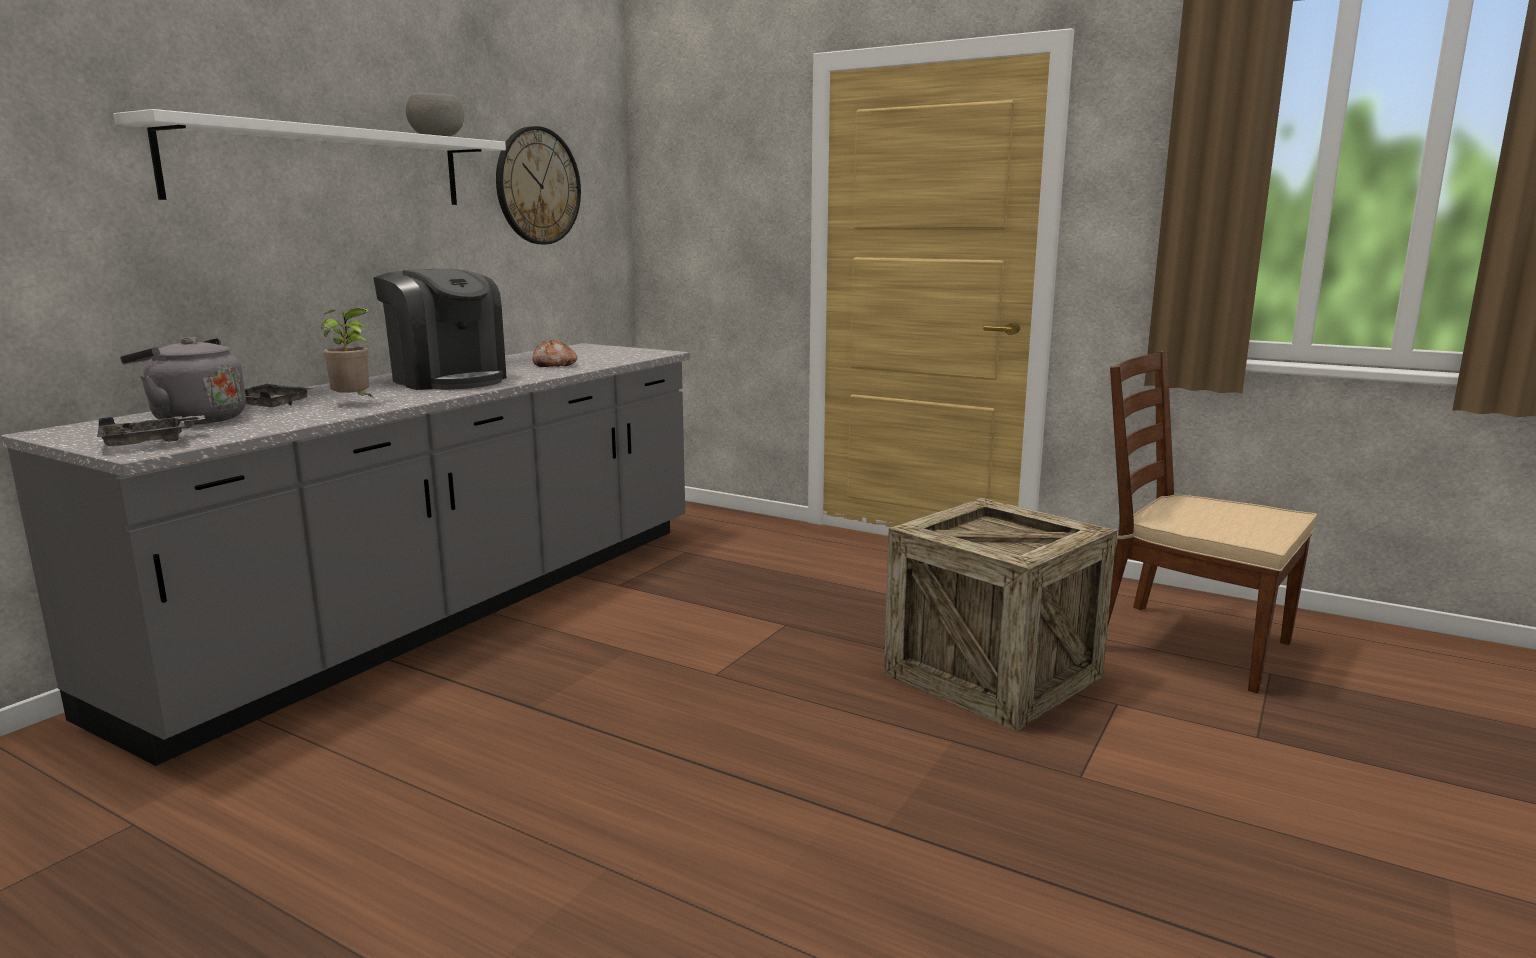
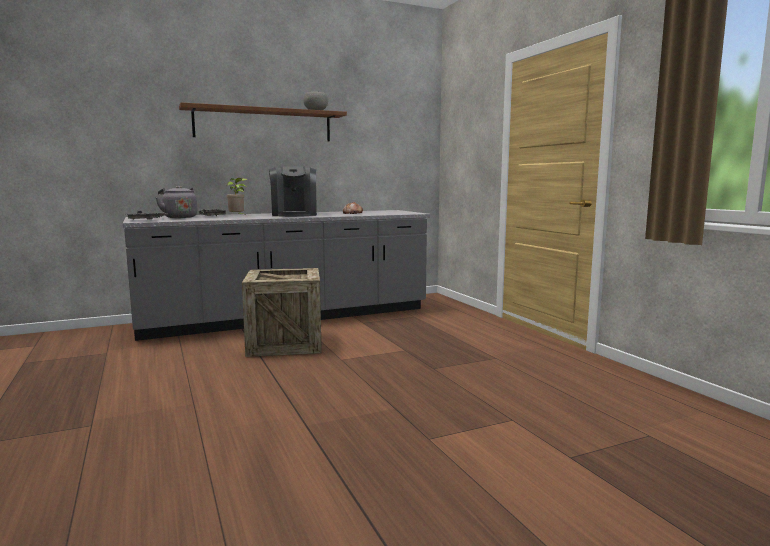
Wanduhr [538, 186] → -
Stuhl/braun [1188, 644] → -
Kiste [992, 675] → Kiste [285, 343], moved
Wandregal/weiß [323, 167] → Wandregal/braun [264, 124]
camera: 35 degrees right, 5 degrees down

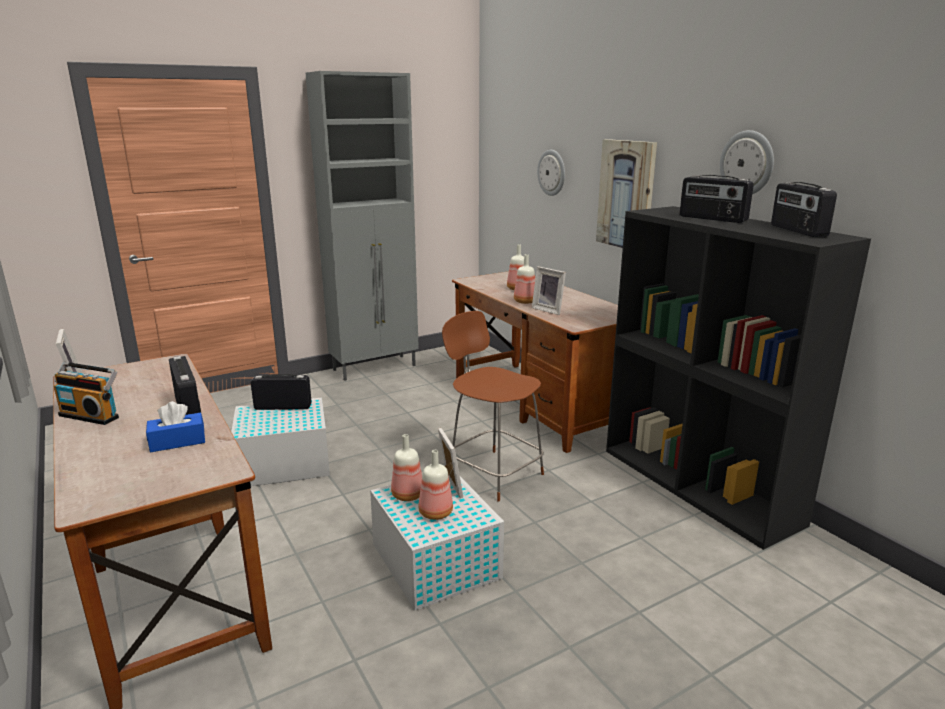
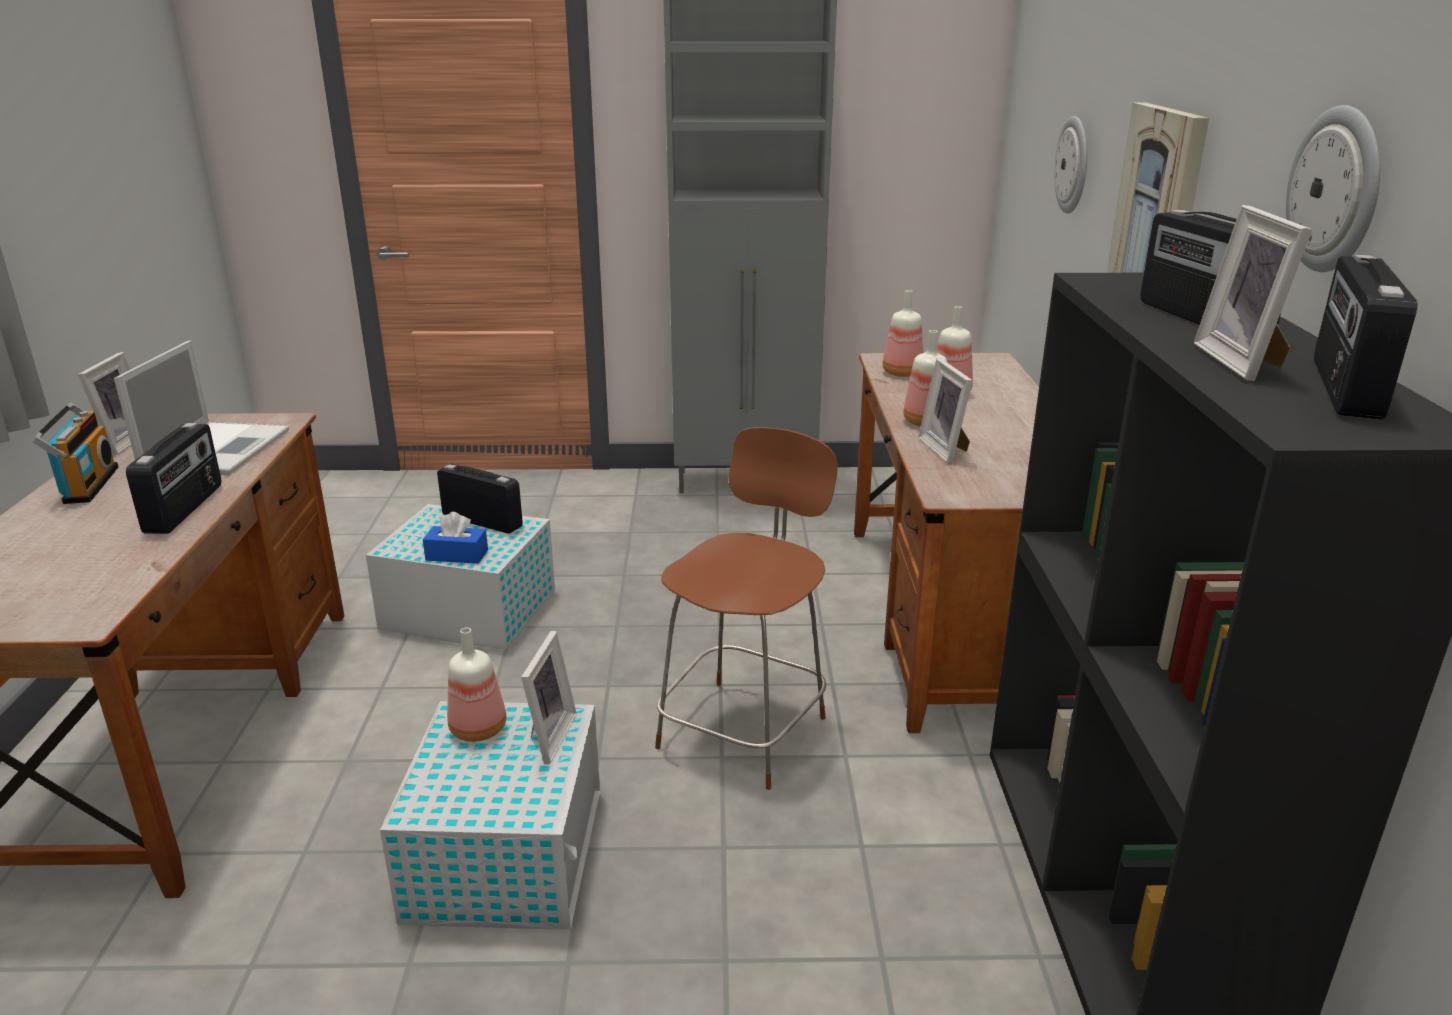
- → Laptop [217, 448]
- → Bilderrahmen [1244, 362]
Taschentuchbox/blau [177, 441] → Taschentuchbox/blau [457, 555], moved
Flasche [434, 513] → Flasche [900, 373], moved
Radio [91, 415] → Radio [86, 485], 150 degrees counterclockwise
Stuhl/braun [493, 473] → Stuhl/braun [745, 729], 45 degrees clockwise
camera: 30 degrees right, 5 degrees up

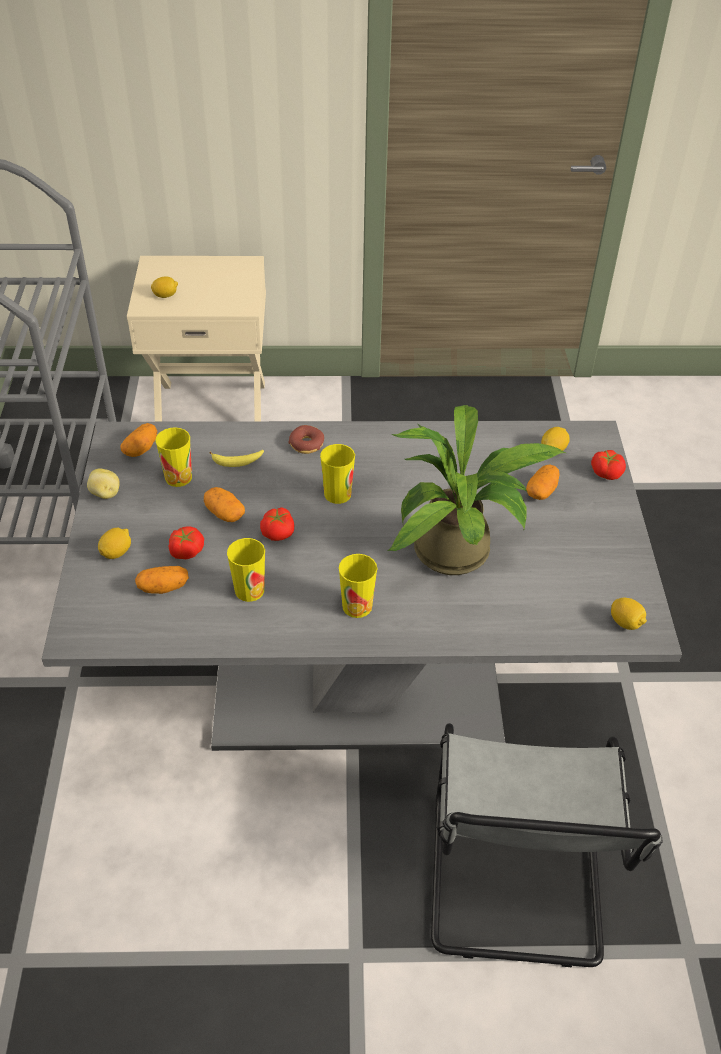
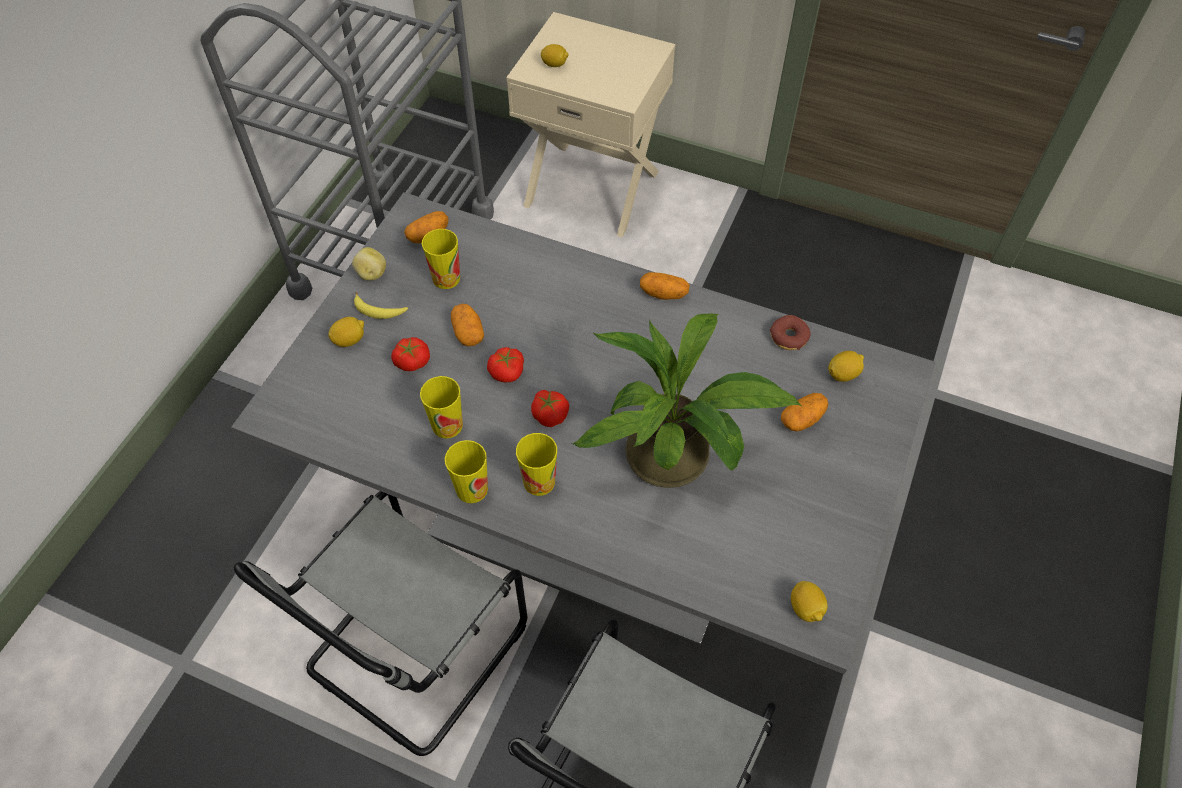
- → Stuhl/grau [411, 653]
Kartoffel [163, 587] → Kartoffel [663, 293], moved
Banane [237, 461] → Banane [379, 311], moved
Donut [306, 444] → Donut [789, 337], moved
Tasse [337, 494] → Tasse [472, 489], moved
Tomate [606, 472] → Tomate [550, 414], moved
camera: 25 degrees right, 10 degrees up

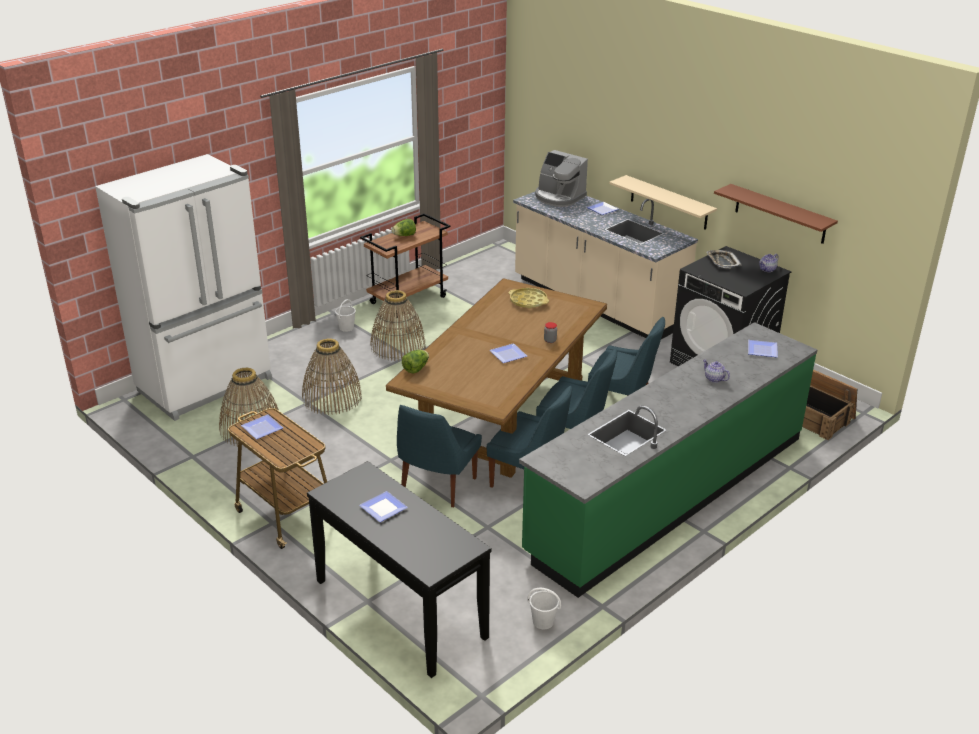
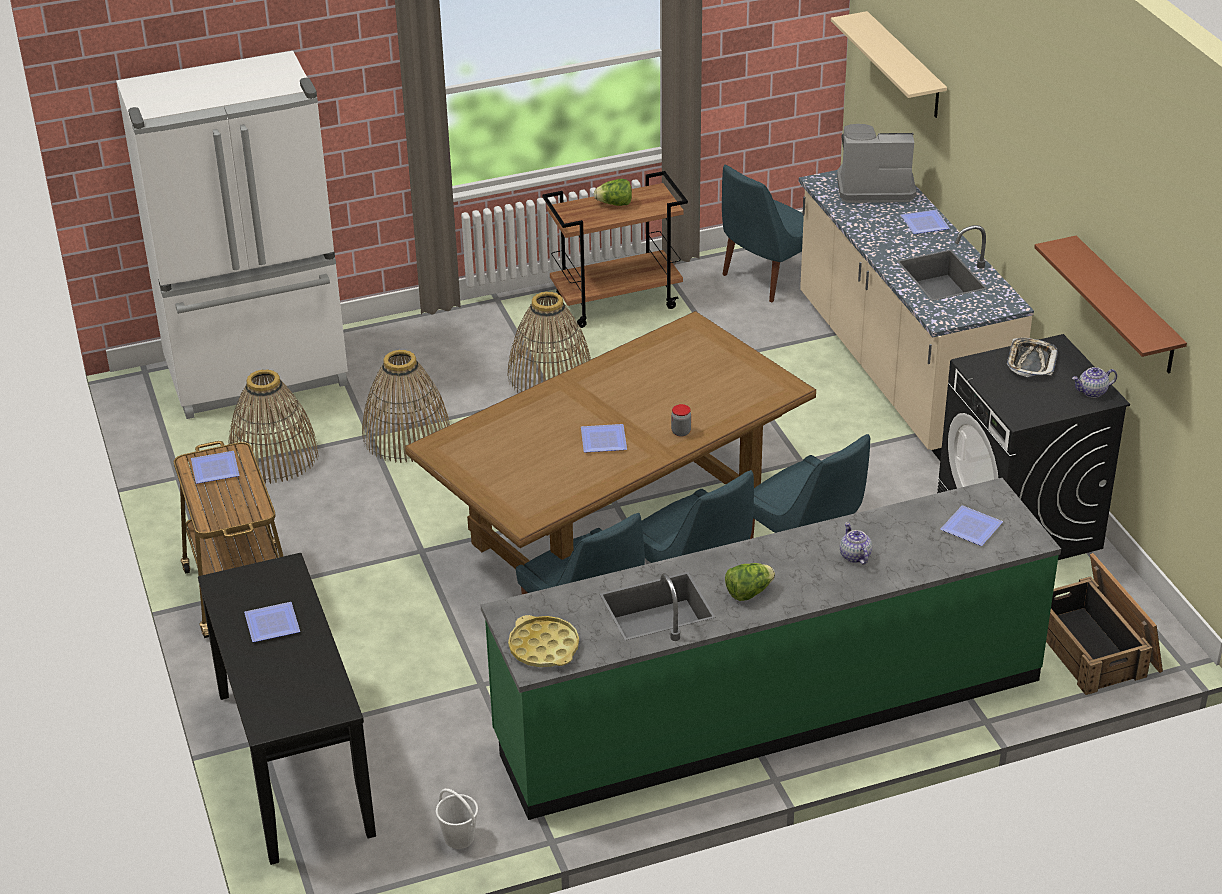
Eimer/weiß [346, 327] → -
Stuhl/blau [437, 487] → Stuhl/blau [766, 278], moved
Salatkopf [416, 369] → Salatkopf [748, 592], moved
Tablett/gelb [528, 301] → Tablett/gelb [544, 647], moved
Wandregal/beige [669, 203] → Wandregal/beige [904, 66], moved
Kaffeemaschine [559, 197] → Kaffeemaschine [874, 187], 120 degrees clockwise
camera: 25 degrees right, 5 degrees up

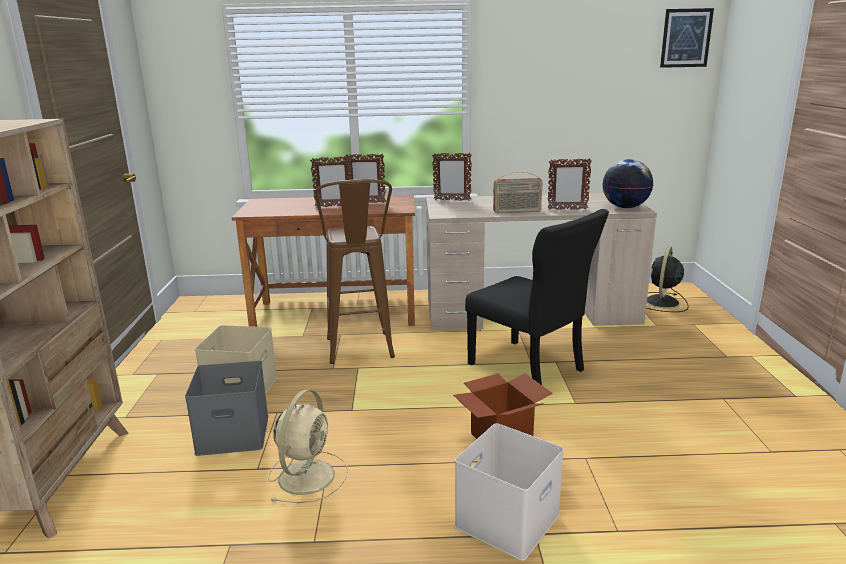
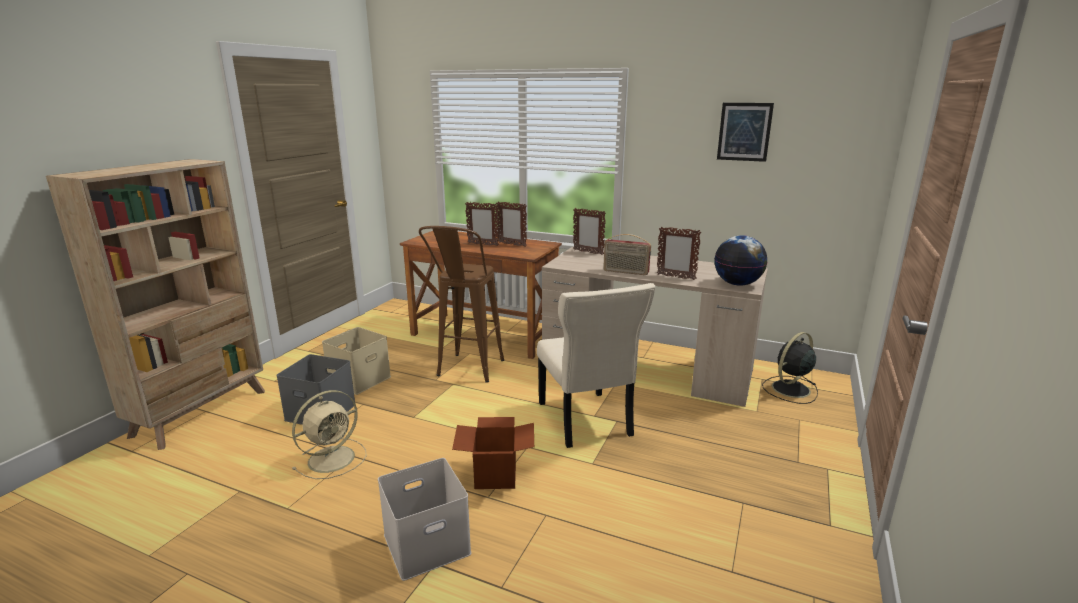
Bild [686, 38] → Bild [744, 132], moved
Stuhl/schwarz [529, 369] → Stuhl/beige [585, 421]
camera: 25 degrees right, 0 degrees up

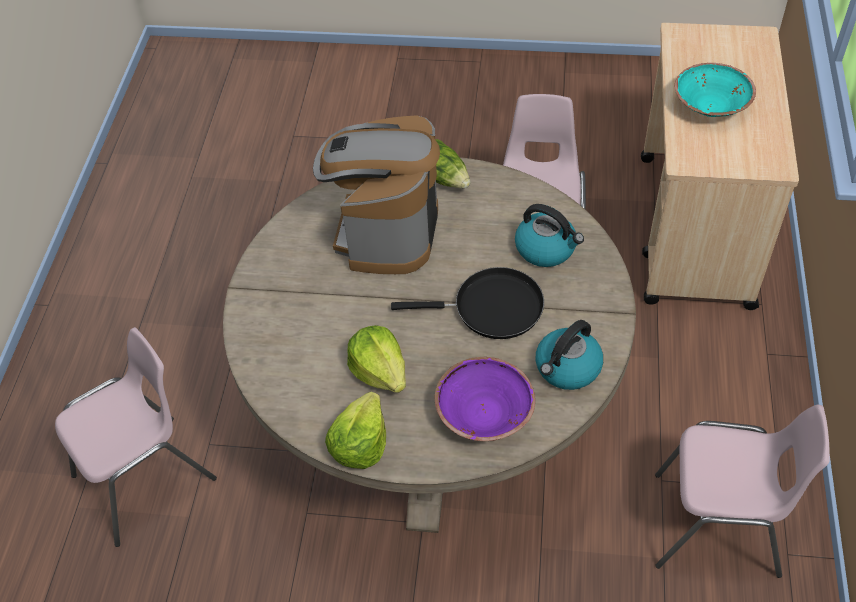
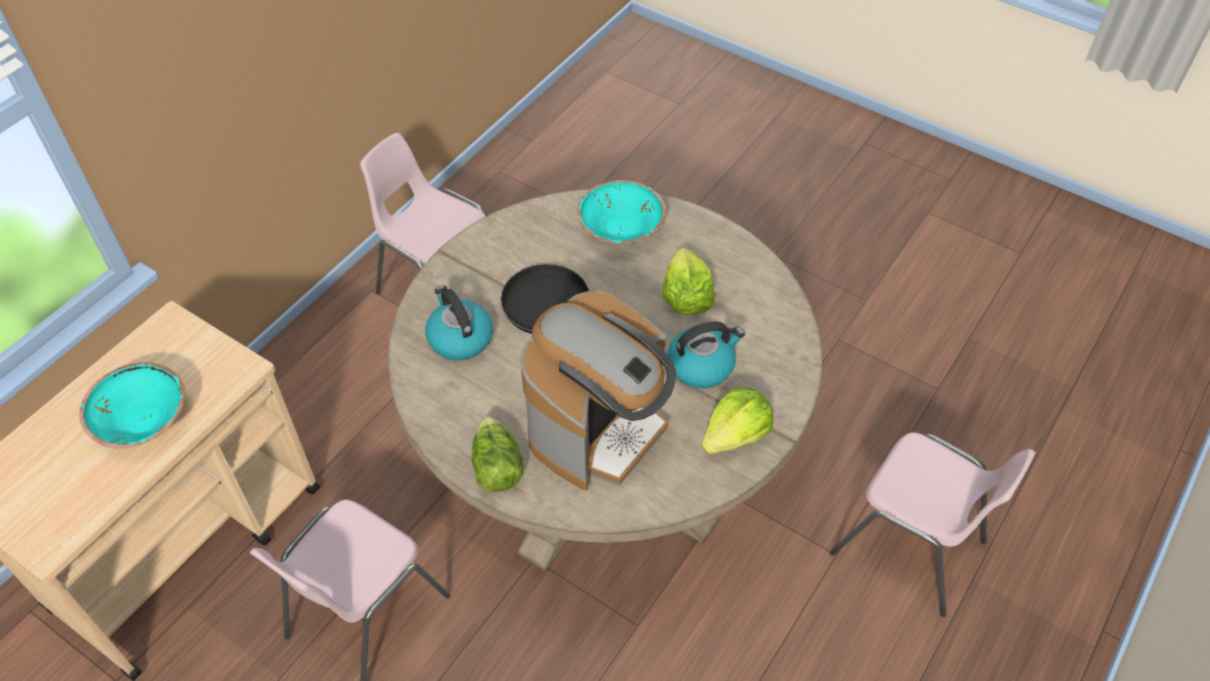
Salatkopf [360, 444] → Salatkopf [736, 435], moved
Wasserkessel [567, 368] → Wasserkessel [701, 365], moved
Schüssel/lila [483, 414] → Schüssel/türkis [621, 230]
Stuhl/rosa [147, 478] → Stuhl/rosa [909, 548], 135 degrees counterclockwise
camera: 155 degrees left, 0 degrees up

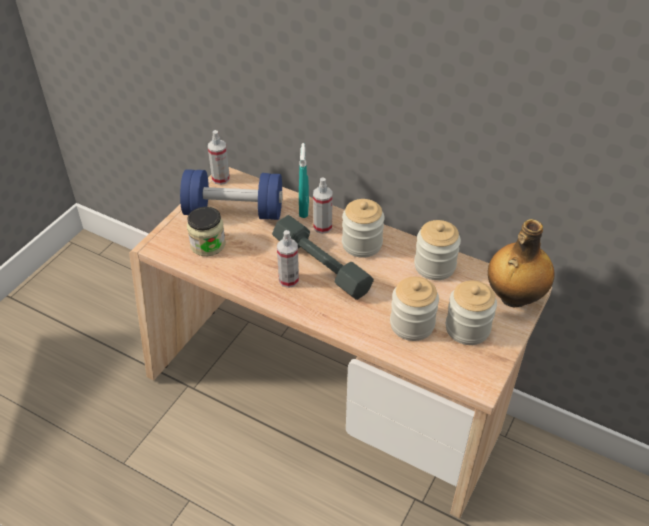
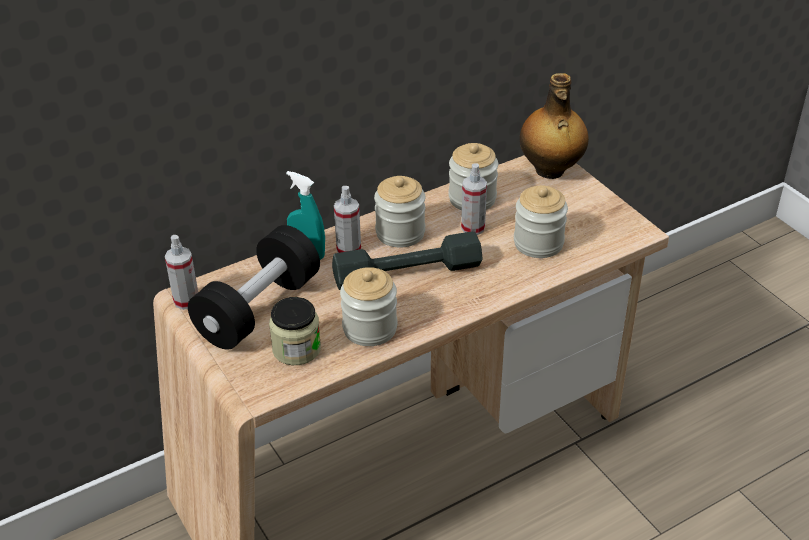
Sprühflasche [288, 280] → Sprühflasche [473, 228], moved
Vorratsglas [467, 328] → Vorratsglas [370, 328], moved
Hantel/blau [234, 211] → Hantel/schwarz [258, 309]
camera: 60 degrees left, 5 degrees down

